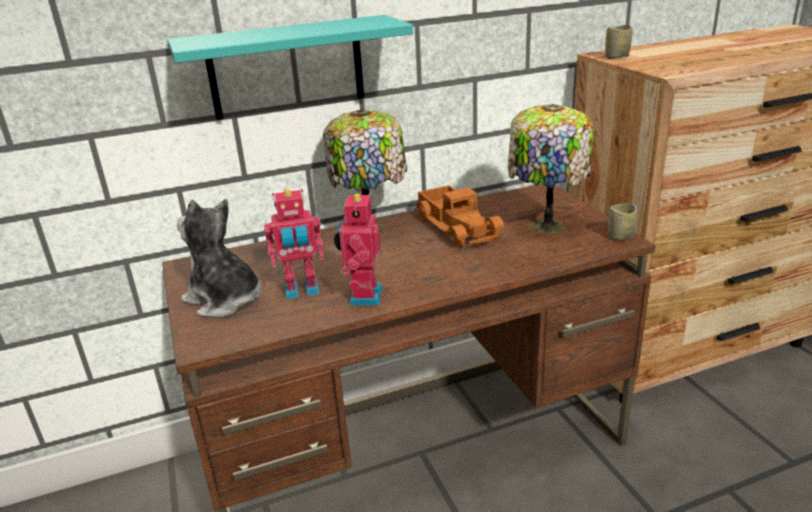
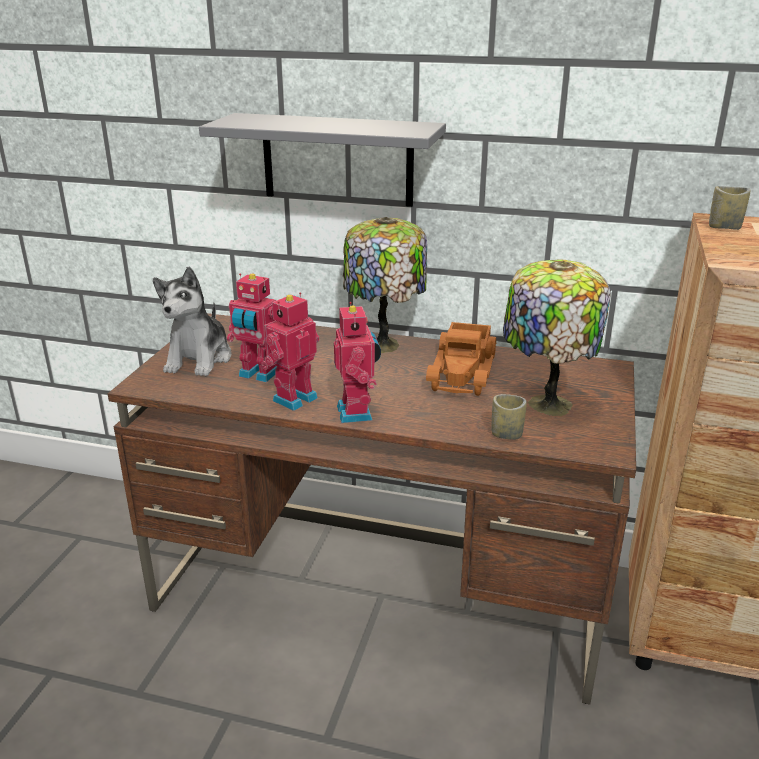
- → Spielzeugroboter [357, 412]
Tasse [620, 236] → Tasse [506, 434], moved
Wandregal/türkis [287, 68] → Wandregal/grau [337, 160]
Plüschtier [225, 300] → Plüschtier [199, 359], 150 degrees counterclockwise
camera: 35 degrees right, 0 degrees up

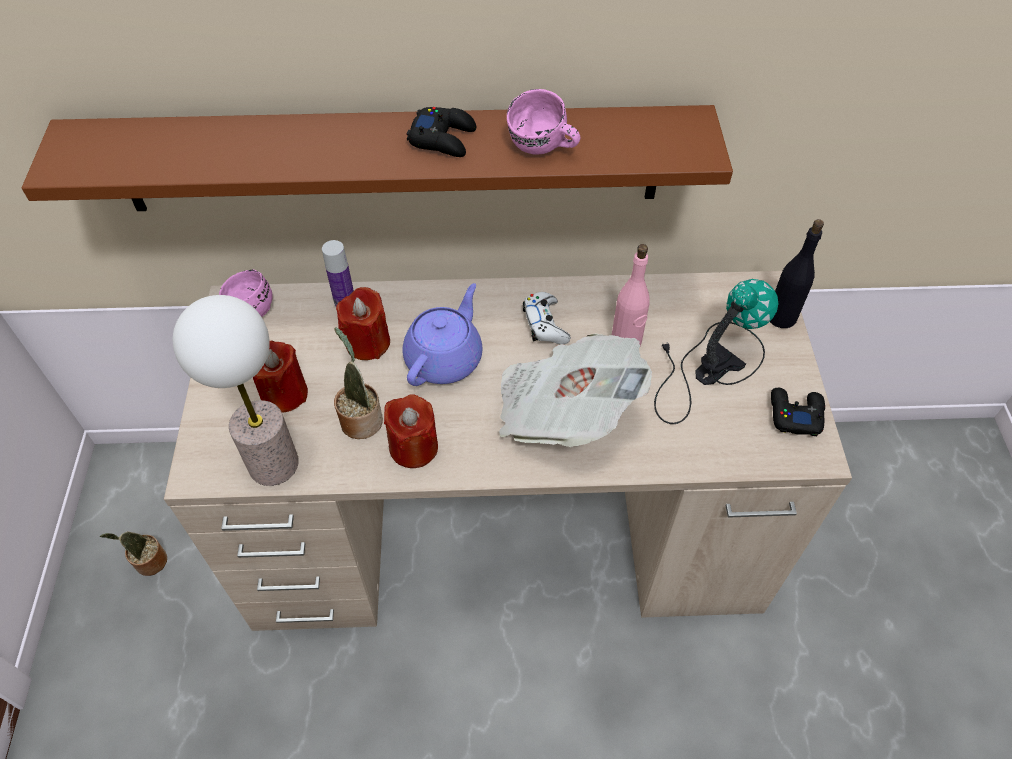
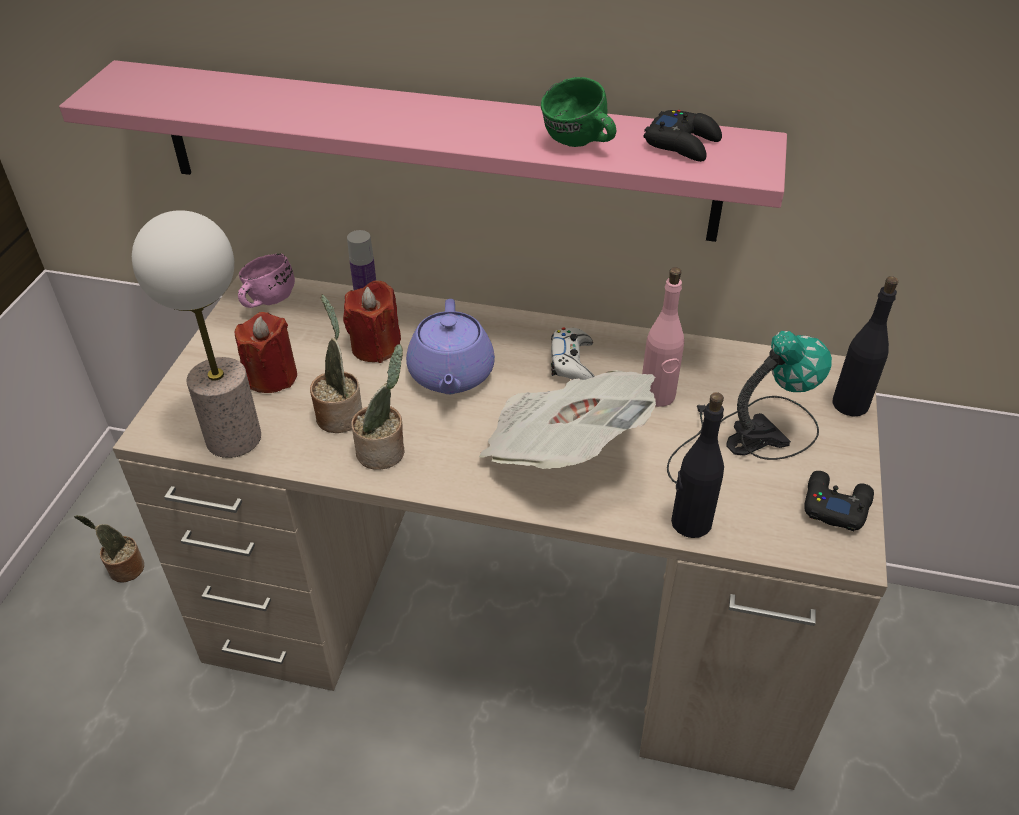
- → Flasche/schwarz [690, 522]
Gamepad/schwarz [443, 138] → Gamepad/schwarz [683, 144], moved
Kerze/rot [413, 447] → Topfpflanze [384, 451]
Wandregal/braun [391, 159] → Wandregal/rosa [434, 151]
Henkelbecher/rosa [542, 150] → Henkelbecher/grün [578, 145]
Teekanne/lila [445, 358] → Teekanne/lila [451, 375], 135 degrees clockwise
camera: 15 degrees right, 10 degrees down

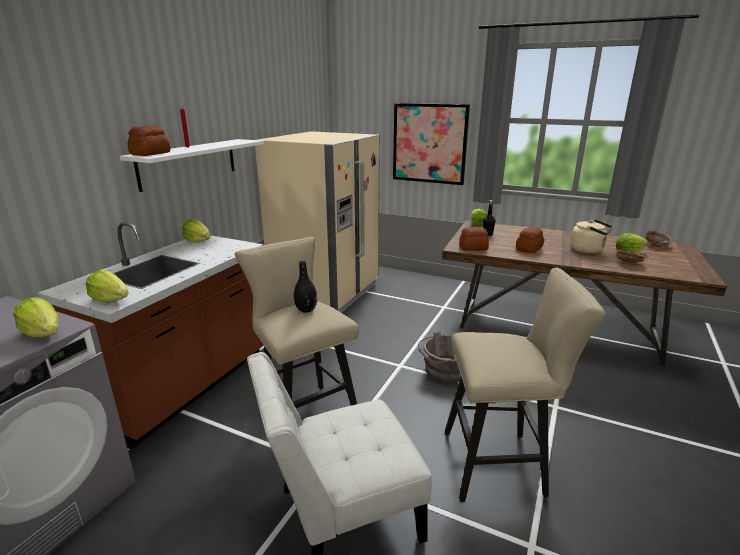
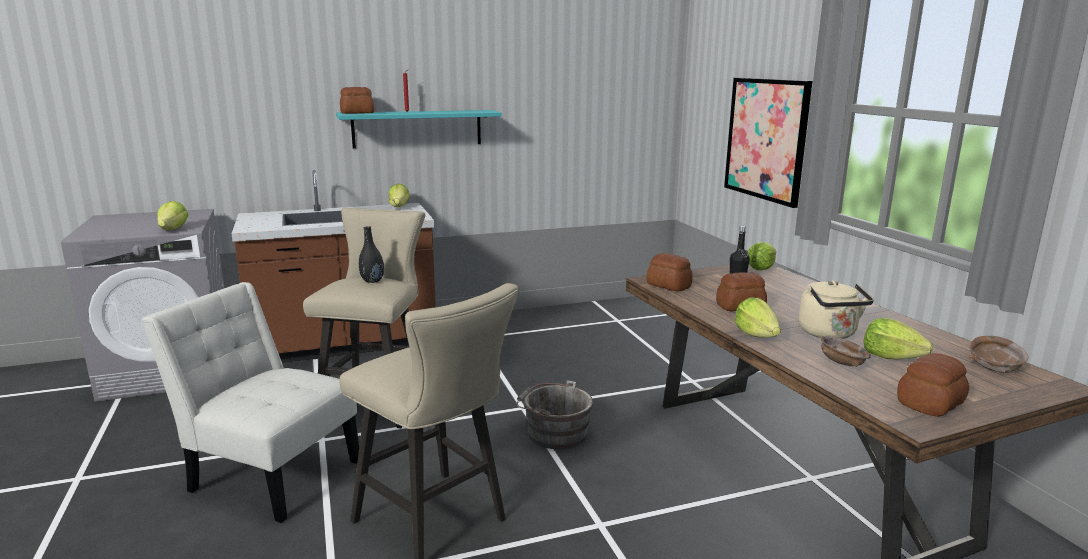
Kühlschrank/beige [326, 293] → -
- → Brot [931, 403]
Salatkopf [111, 300] → Salatkopf [756, 335], moved
Wandregal/weiß [189, 163] → Wandregal/türkis [417, 128]
camera: 45 degrees right, 5 degrees down

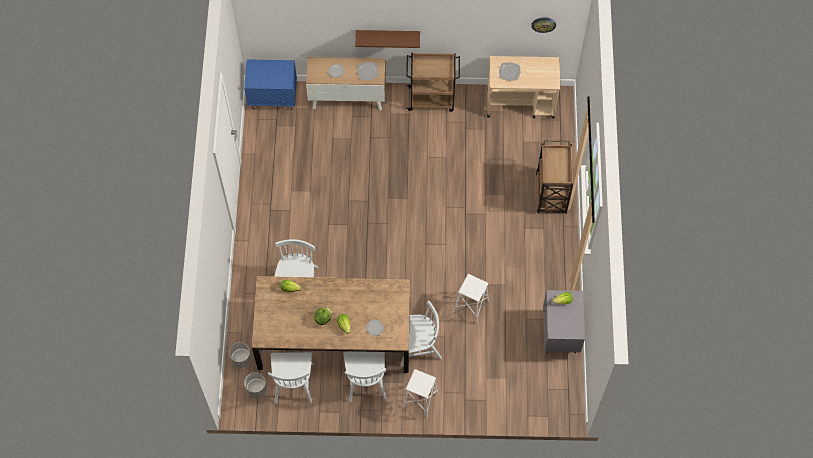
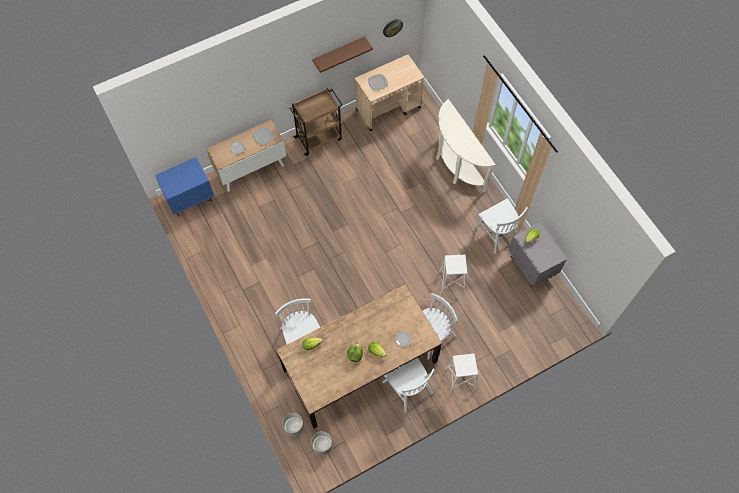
Stuhl/weiß [293, 382] → Stuhl/weiß [497, 232], moved
Wandregal/braun [388, 35] → Wandregal/braun [339, 53], moved
Rollwagen/braun [551, 195] → Konsolentisch/weiß [455, 165]
camera: 30 degrees left, 0 degrees up

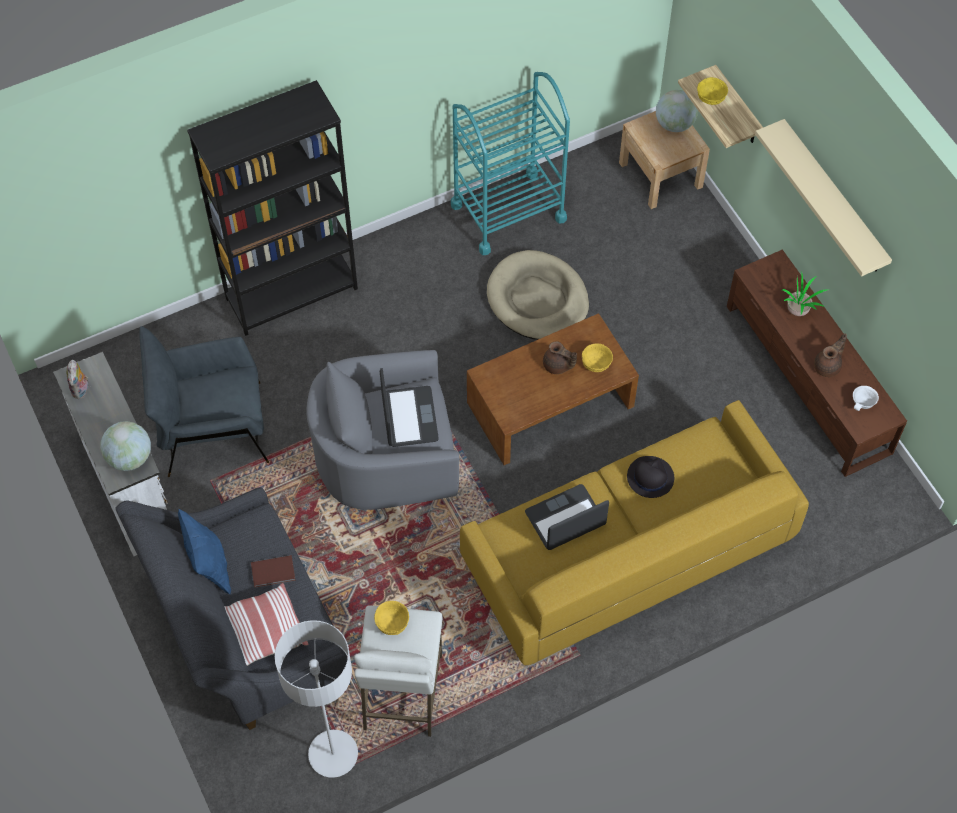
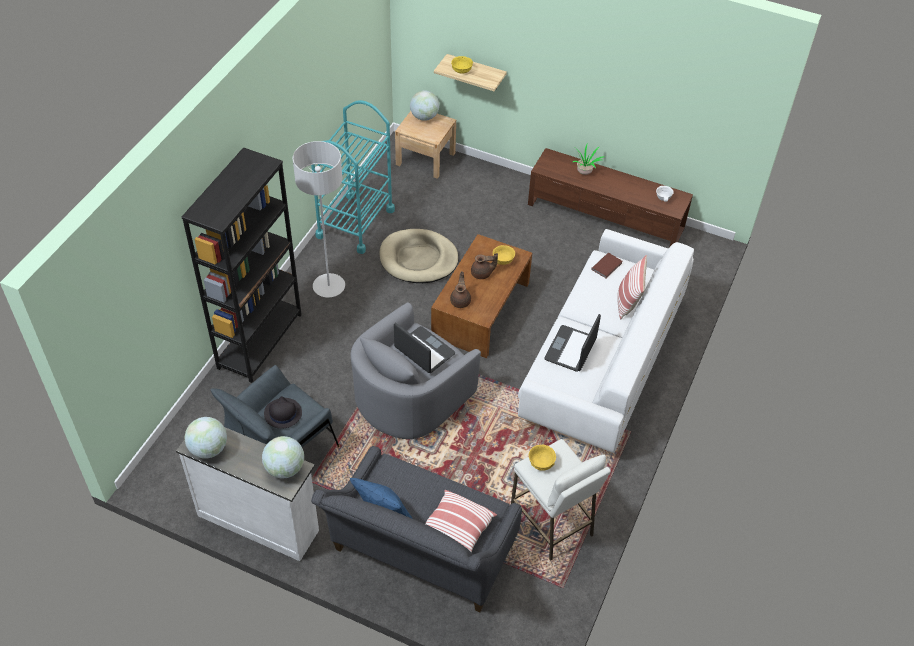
Wandregal/beige [833, 198] → -
- → Kissen [628, 302]
Buch/braun [274, 573] → Buch/braun [607, 266], moved
Stehlampe/grau [333, 754] → Stehlampe/grau [329, 286], moved
Hut/schwarz [650, 477] → Hut/schwarz [282, 413], moved
Teekanne/braun [828, 366] → Teekanne/braun [460, 301], moved
Plüschtier [81, 390] → Globus [208, 449]
Sofa/gelb [626, 553] → Sofa/weiß [601, 361]
camera: 40 degrees left, 10 degrees down

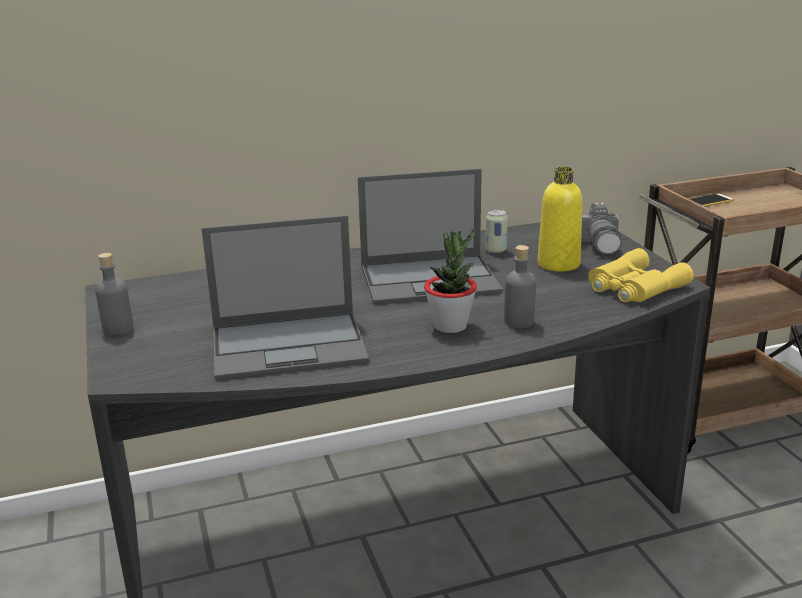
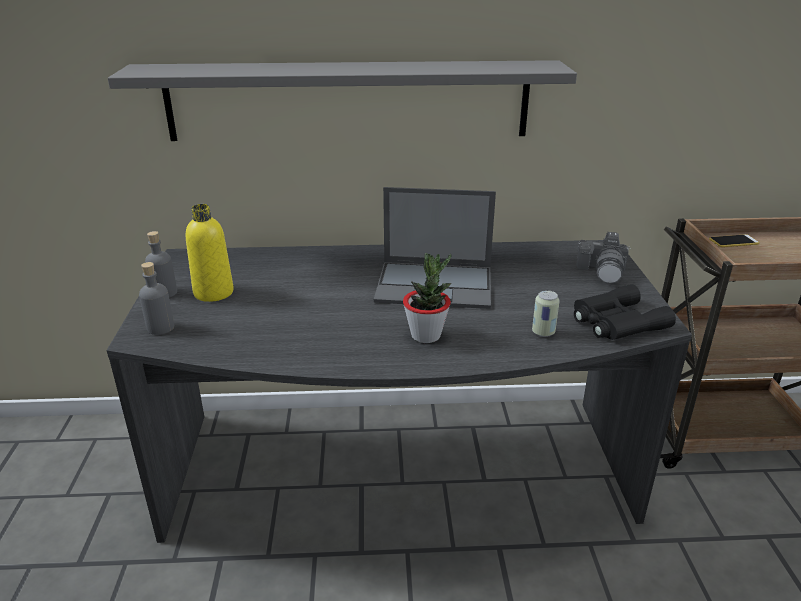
Laptop [290, 345] → -
- → Wandregal/grau [348, 101]
Dose [495, 250] → Dose [543, 332], moved
Flasche/grau [519, 321] → Flasche/grau [160, 327], moved
Flasche/gelb [558, 264] → Flasche/gelb [213, 292], moved
Fernglas/gelb [634, 287] → Fernglas/schwarz [615, 322]
camera: 15 degrees right, 5 degrees up

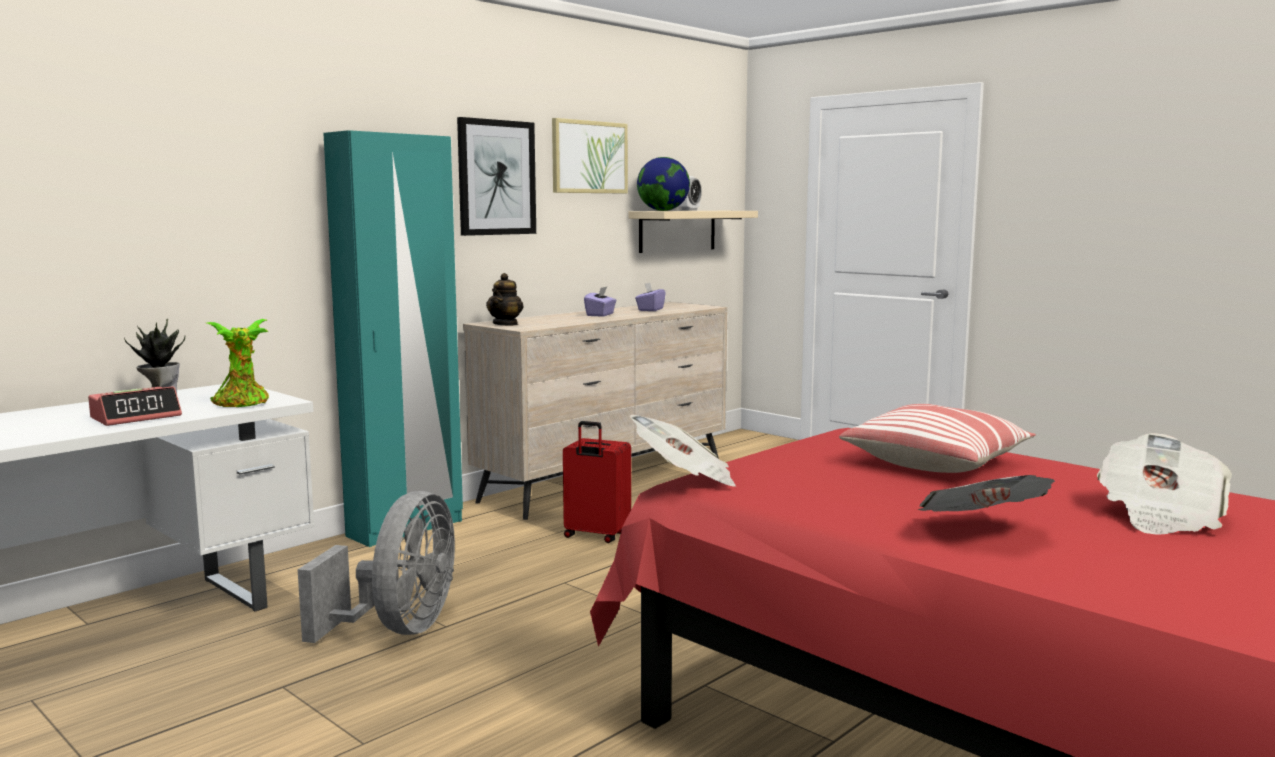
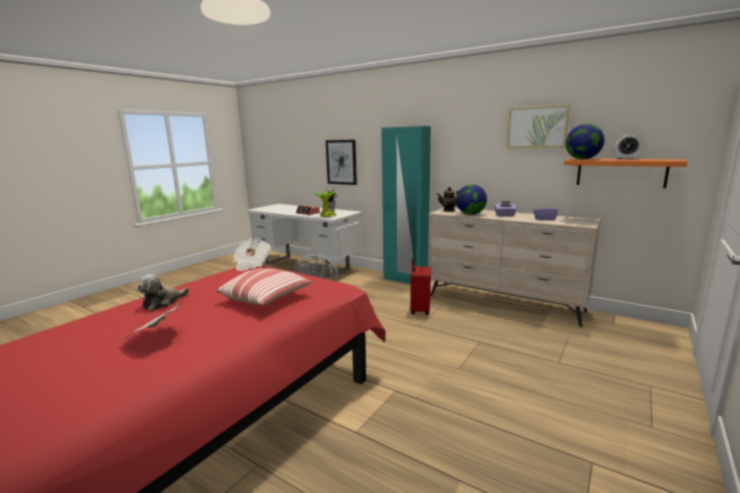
- → Globus [470, 214]
Bild [496, 177] → Bild [341, 162], moved
Zeitung [981, 529] → Plüschtier [163, 302]
Wandregal/beige [677, 231] → Wandregal/orange [620, 172]
camera: 80 degrees right, 5 degrees up

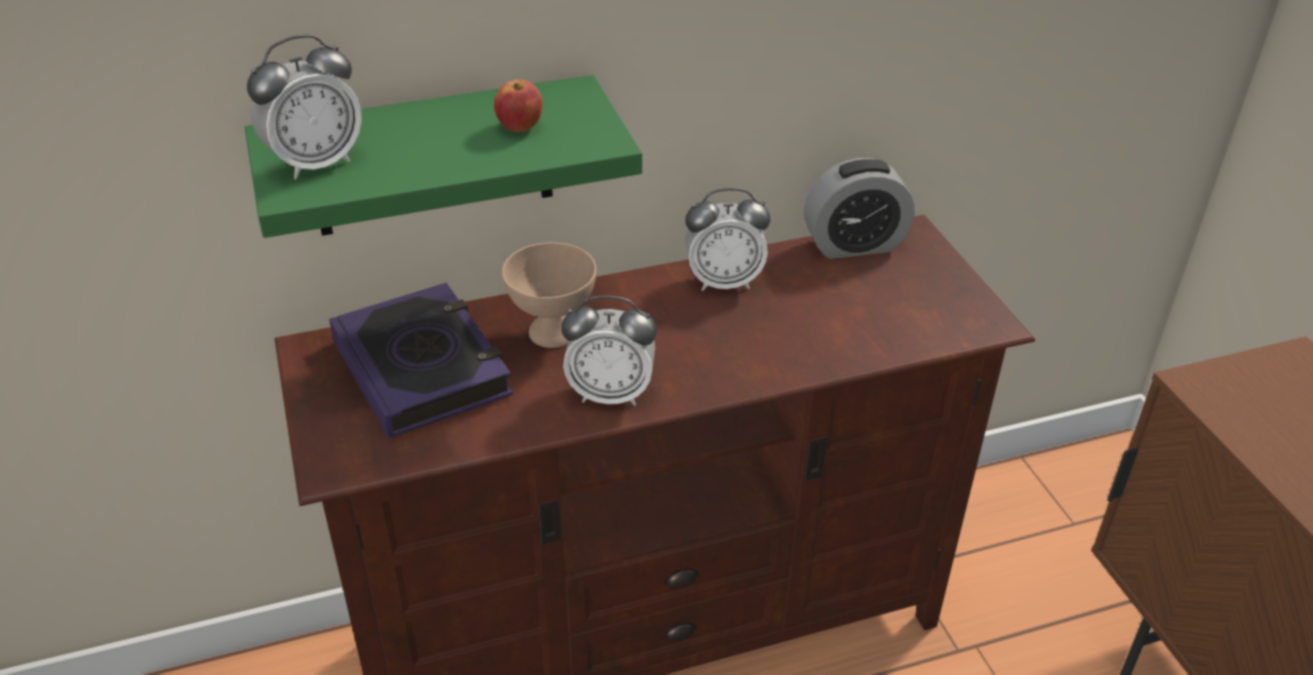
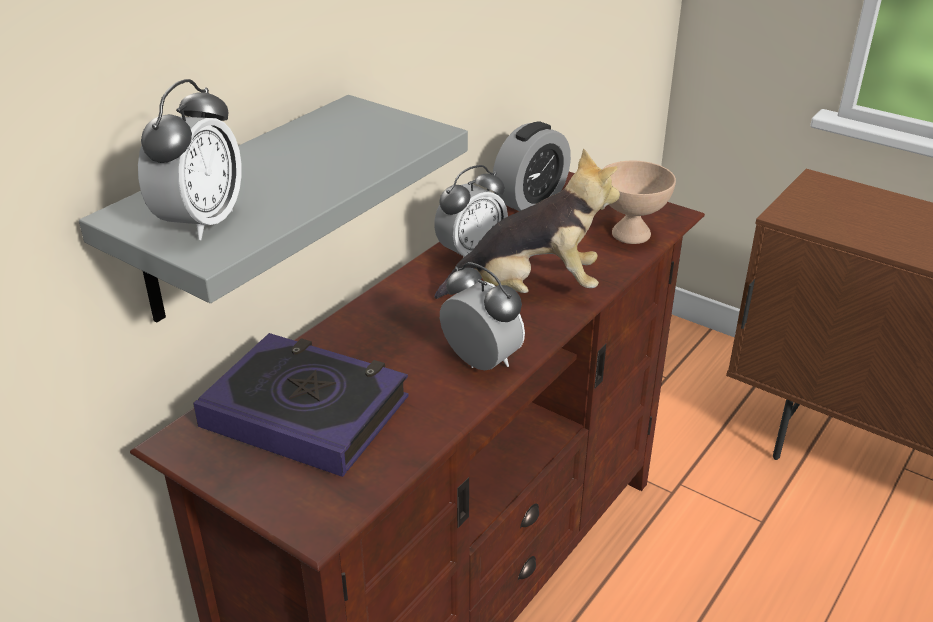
Apfel [520, 127] → -
- → Plüschtier [531, 290]
Schüssel/beige [551, 333] → Schüssel/beige [630, 235], moved
Wandregal/grün [432, 157] → Wandregal/grau [238, 210]
Wecker [610, 394] → Wecker [481, 362], 105 degrees counterclockwise
camera: 35 degrees left, 5 degrees down

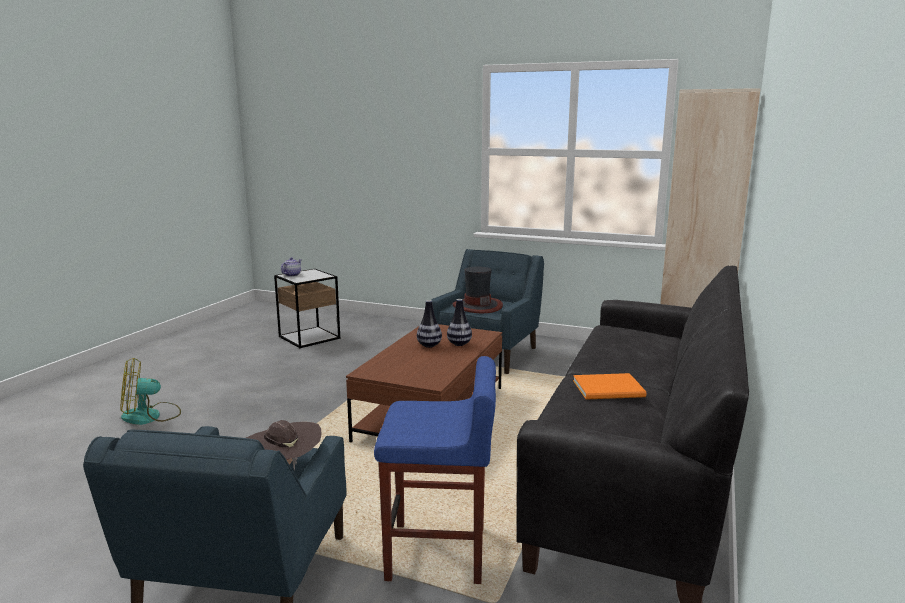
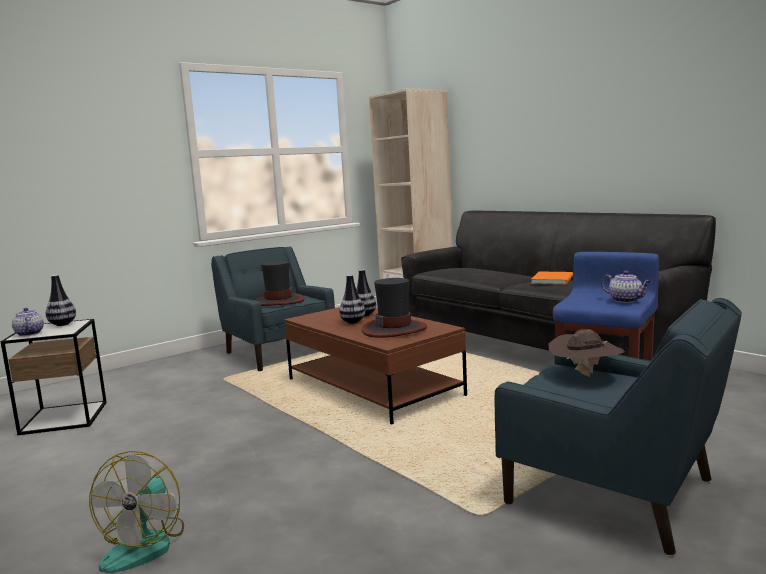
- → Vase [62, 324]
- → Hut [394, 329]
- → Teekanne [626, 300]
camera: 60 degrees left, 5 degrees down

